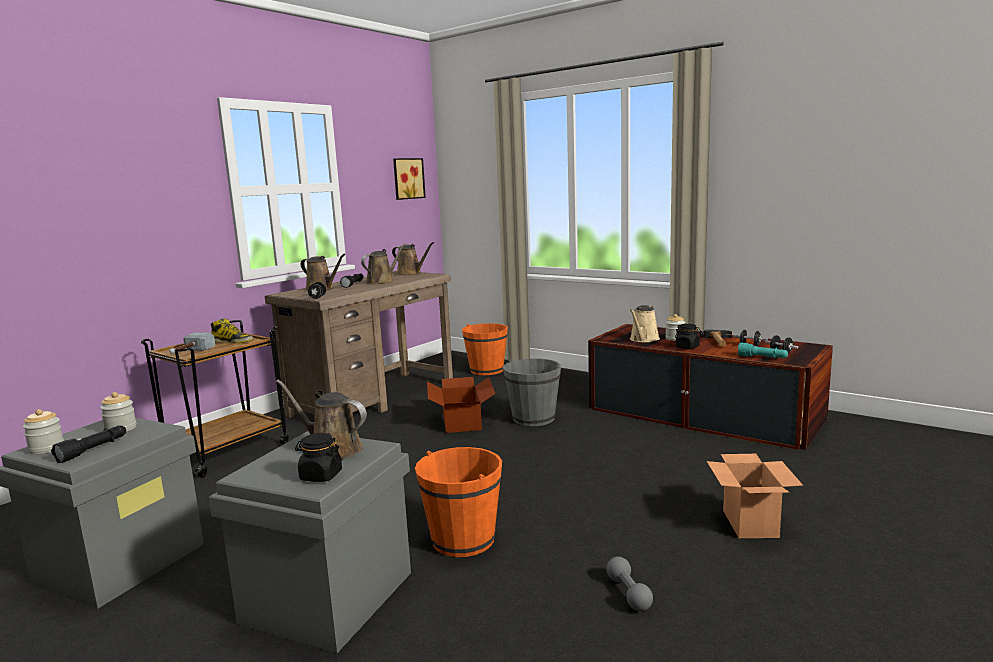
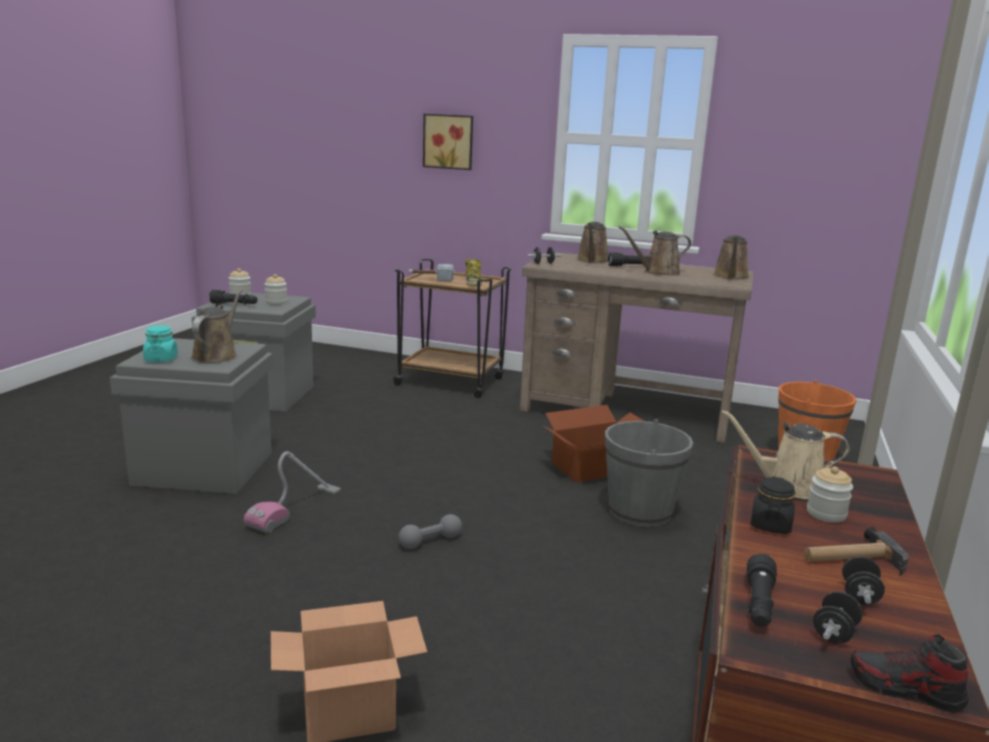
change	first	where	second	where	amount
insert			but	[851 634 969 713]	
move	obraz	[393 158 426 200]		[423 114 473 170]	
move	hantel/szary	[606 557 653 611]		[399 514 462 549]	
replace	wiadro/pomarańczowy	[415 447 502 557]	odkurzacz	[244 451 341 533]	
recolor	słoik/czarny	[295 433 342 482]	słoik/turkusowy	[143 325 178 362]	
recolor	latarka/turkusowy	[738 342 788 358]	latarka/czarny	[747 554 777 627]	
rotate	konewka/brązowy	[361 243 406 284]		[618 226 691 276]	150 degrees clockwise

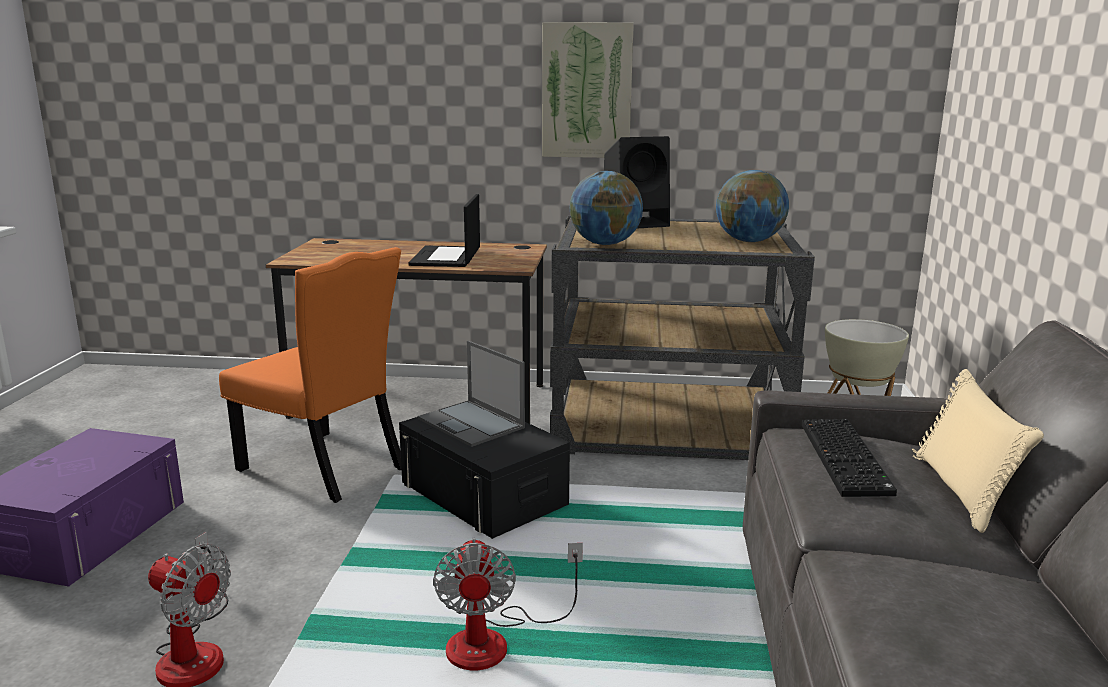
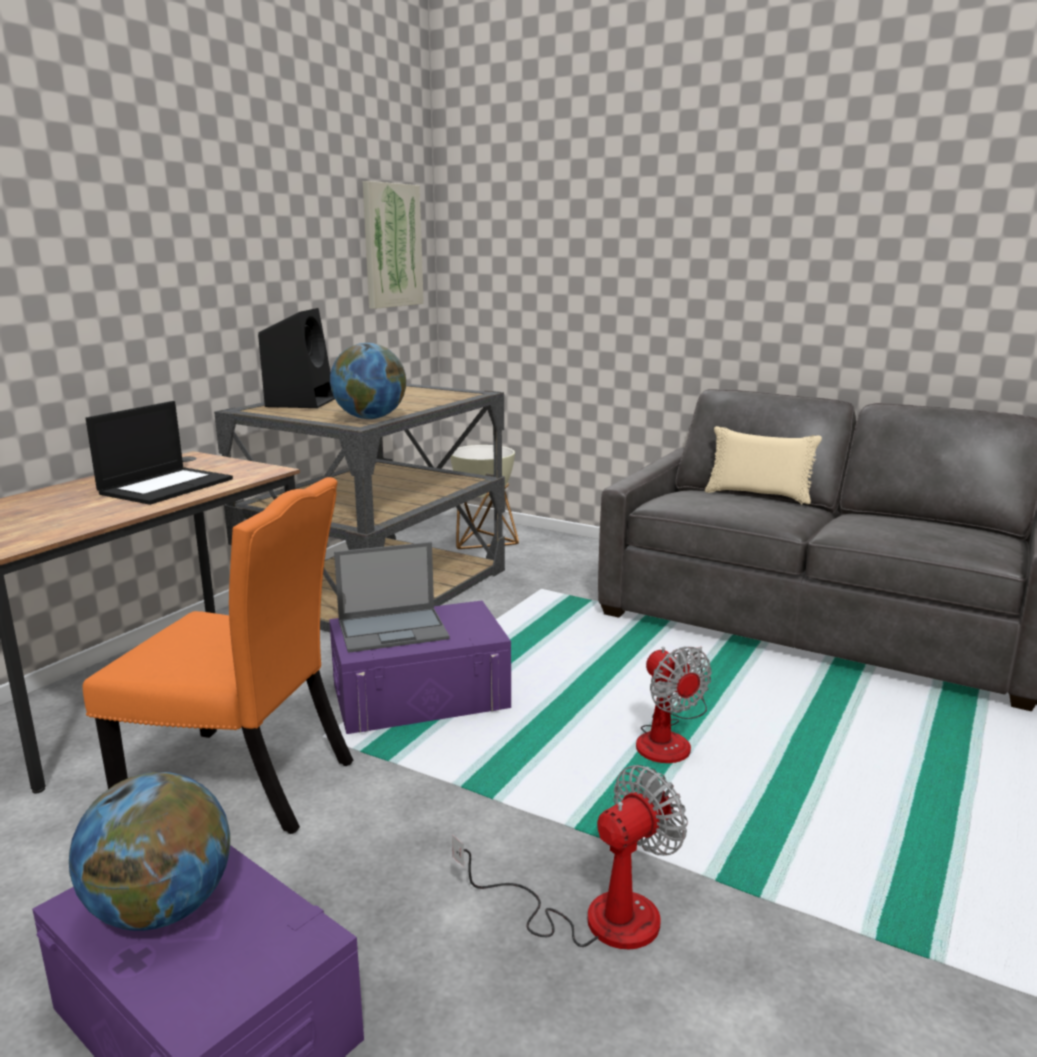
change	first	where	second	where	amount
delete	klawiatura	[802 419 897 497]			
move	obraz	[542 22 634 158]		[363 181 424 309]	
move	globus	[716 170 789 242]		[69 772 230 931]	
recolor	pojemnik do przechowywania/czarny	[399 417 570 539]	pojemnik do przechowywania/fioletowy	[329 601 511 734]	
rotate	krzesło/pomarańczowy	[219 247 402 503]		[83 477 354 834]	45 degrees clockwise
rotate	laptop	[408 194 480 267]		[85 401 233 505]	90 degrees counterclockwise
rotate	wentylator	[433 538 583 670]		[636 646 712 763]	45 degrees clockwise

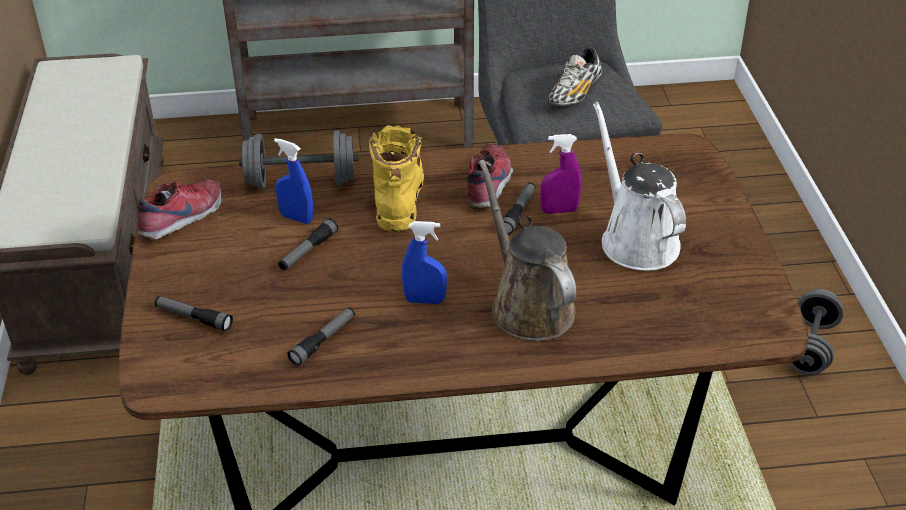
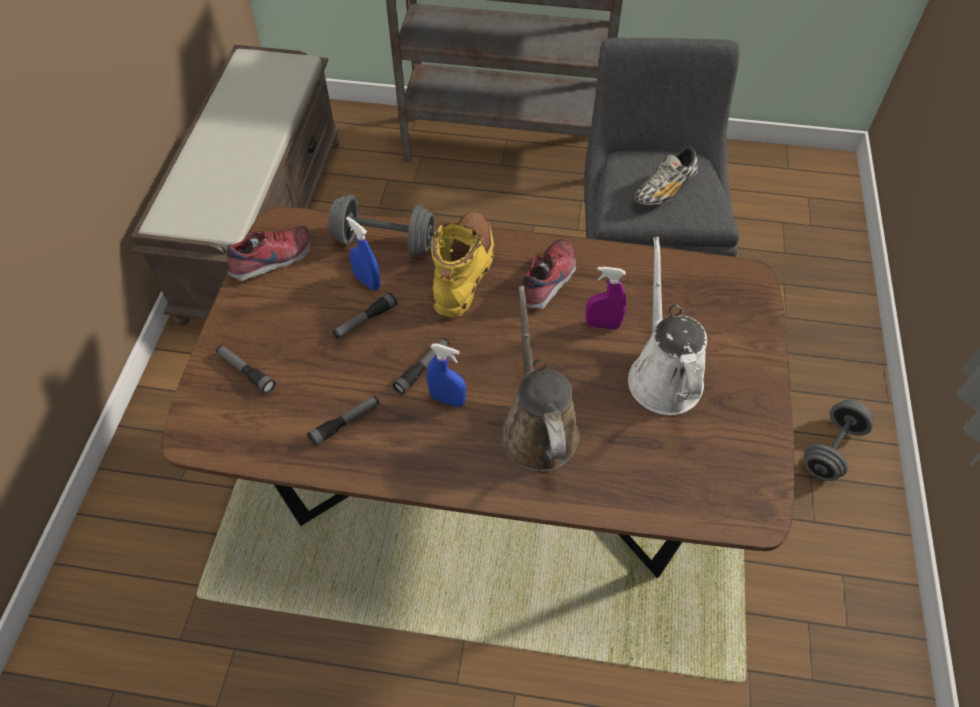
change	first	where	second	where	amount
move	latarka	[503 182 536 235]		[393 338 450 395]	

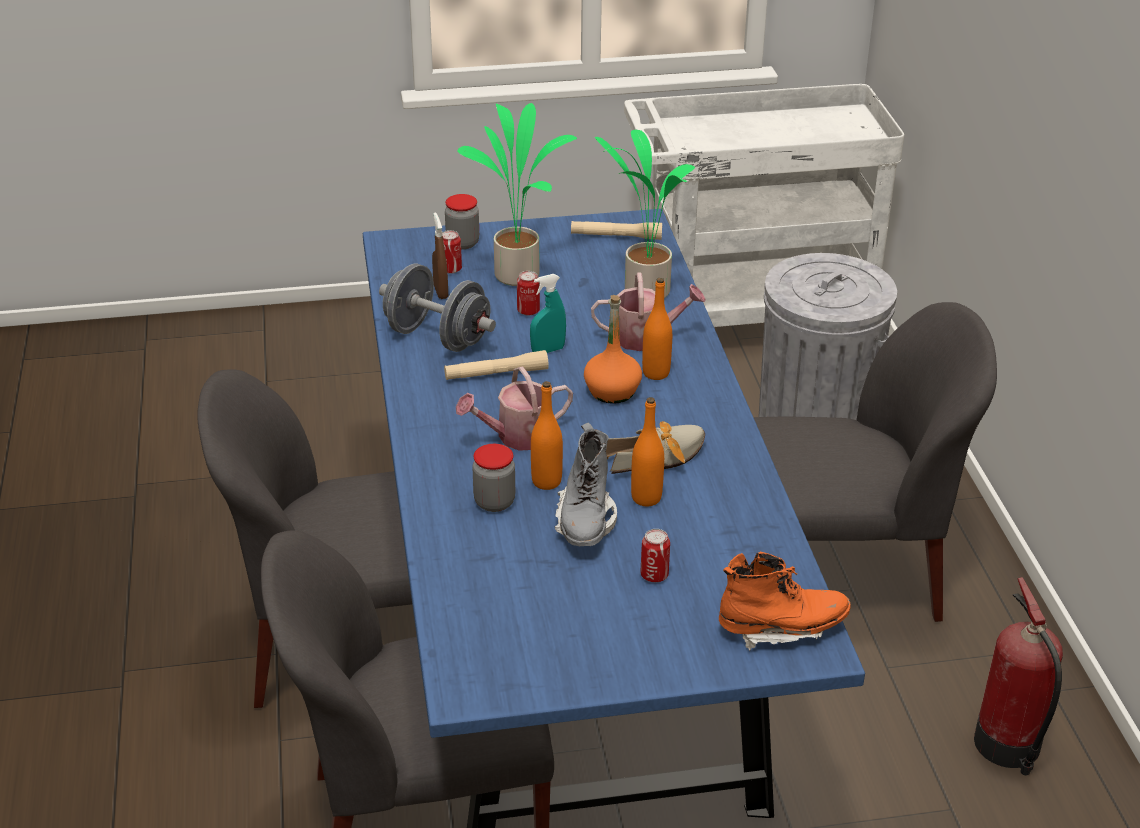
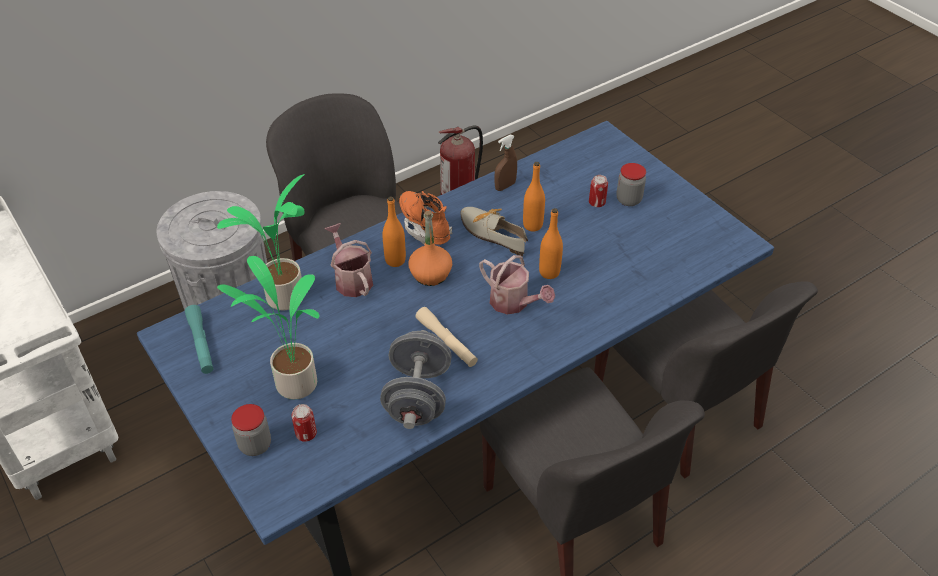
change	first	where	second	where	amount
delete	puszka	[517 271 540 316]			
delete	spryskiwacz/turkusowy	[530 274 566 353]			
delete	but z cholewką/szary	[555 423 617 546]			
move	spryskiwacz/brązowy	[432 212 448 299]		[494 135 517 191]	
move	słoik	[472 444 515 512]		[616 163 646 206]	
move	but z cholewką/pomarańczowy	[719 552 851 651]		[399 191 453 245]	
recolor	latarka/beżowy	[571 221 662 240]	latarka/turkusowy	[185 305 214 374]	

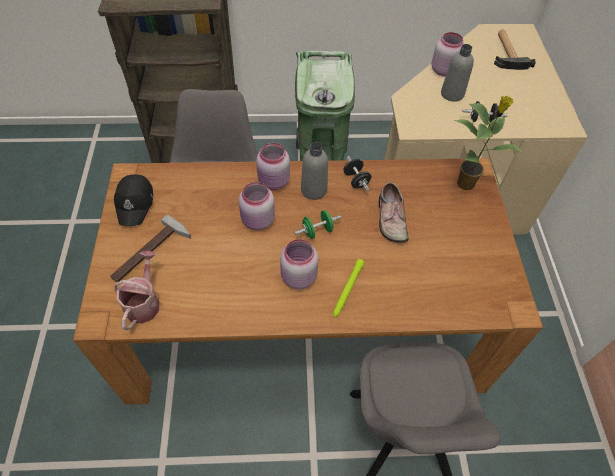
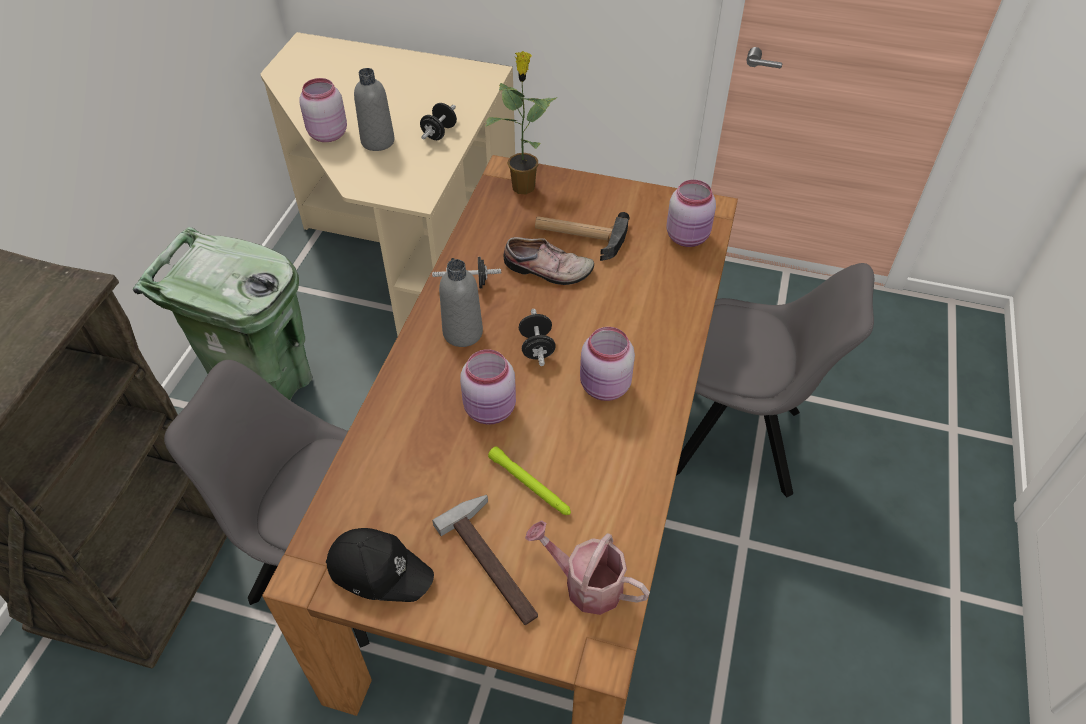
change	first	where	second	where	amount
move	słoik/różowy	[256 143 290 190]		[667 180 716 247]	
move	latarka/zielony	[333 259 365 317]		[488 447 571 515]	
move	młotek	[494 30 536 70]		[535 212 630 261]	
recolor	hantel/zielony	[294 210 341 239]	hantel/czarny	[519 309 556 366]	

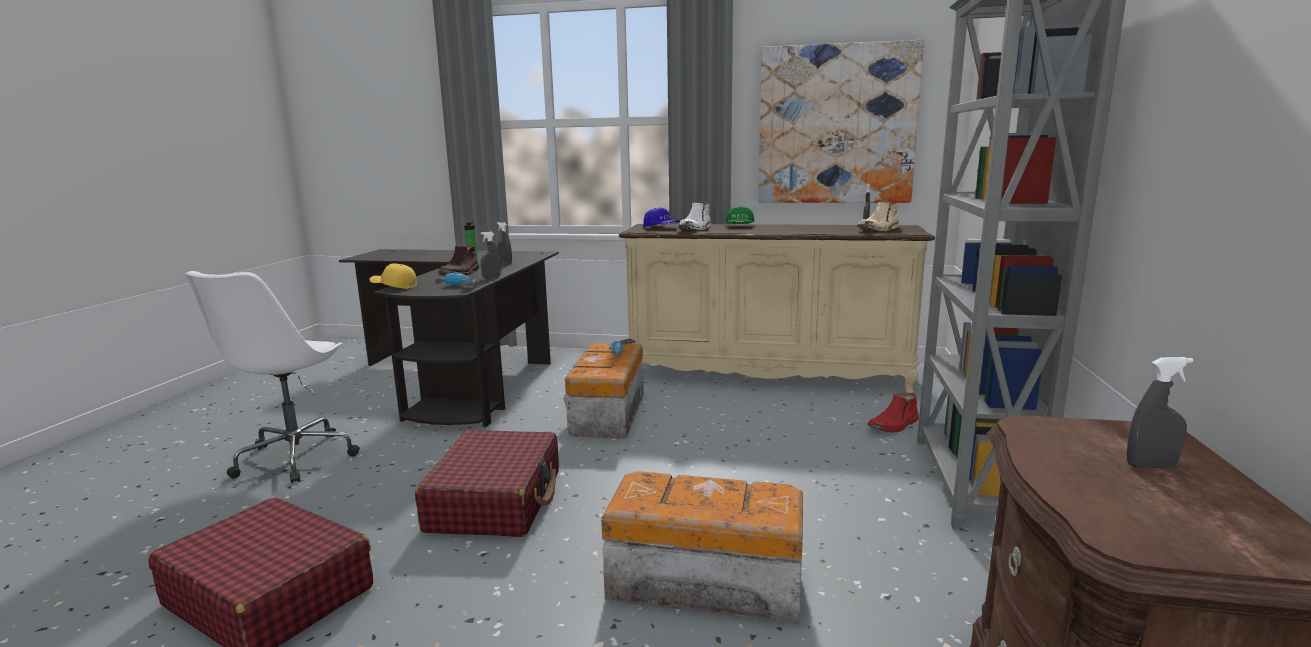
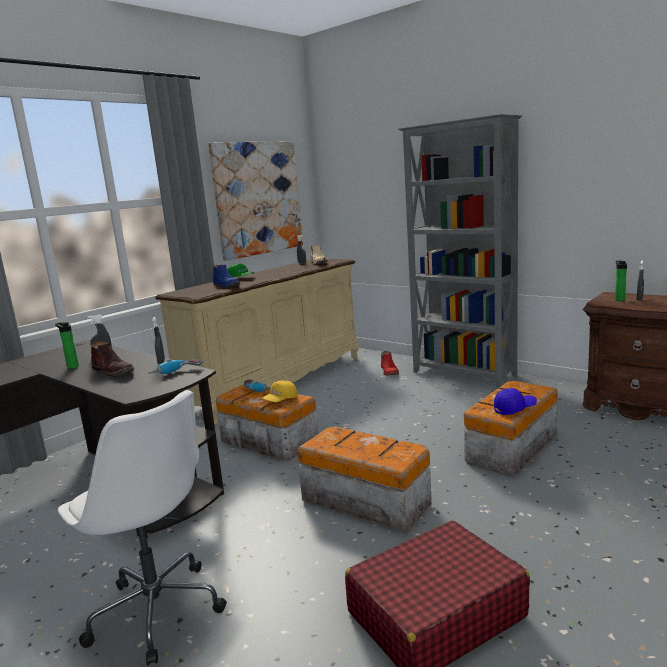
change	first	where	second	where	amount
insert			butelka	[615 261 627 301]	
move	czapka z daszkiem/żółty	[370 263 417 289]		[262 380 298 402]	
move	czapka z daszkiem/niebieski	[644 208 680 227]		[494 388 537 415]	
replace	walizka/czerwony	[415 430 559 537]	pojemnik do przechowywania	[297 427 432 533]	
recolor	but z cholewką/biały	[678 203 712 230]	but z cholewką/niebieski	[213 265 240 287]	

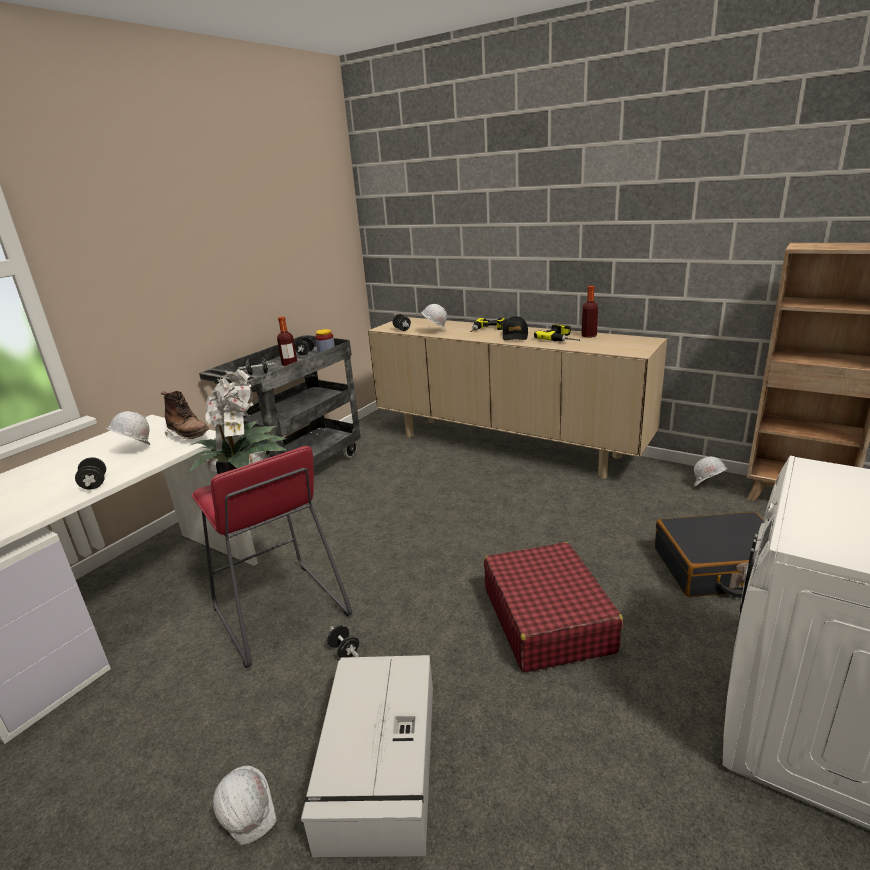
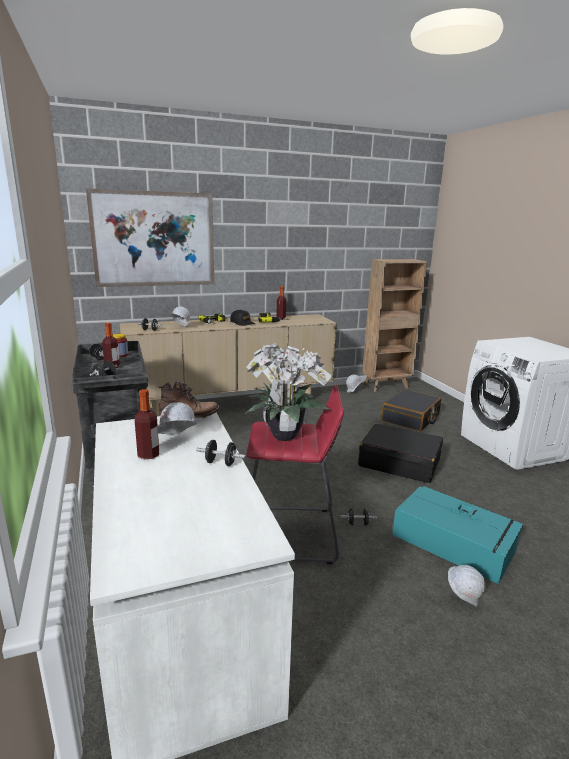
change	first	where	second	where	amount
insert			obraz	[86 188 214 287]	
insert			butelka	[135 389 159 459]	
recolor	pojemnik do przechowywania/szary	[301 655 433 857]	pojemnik do przechowywania/turkusowy	[392 486 524 584]	
recolor	walizka/czerwony	[484 542 623 672]	walizka/czarny	[358 424 443 483]	

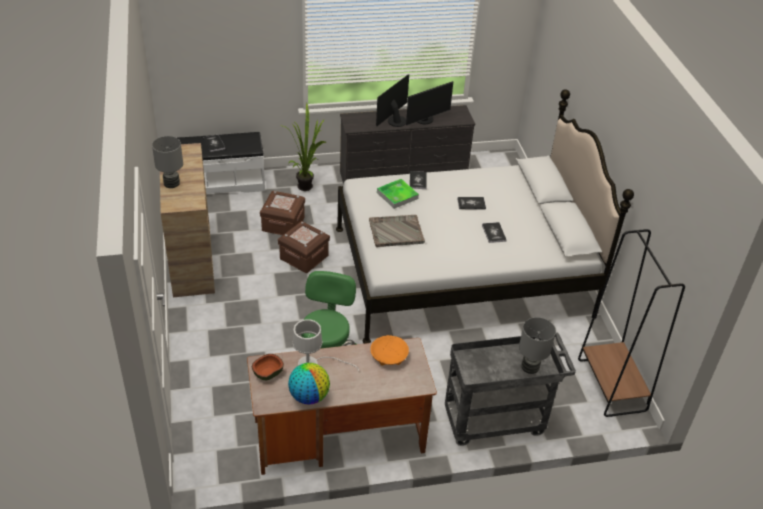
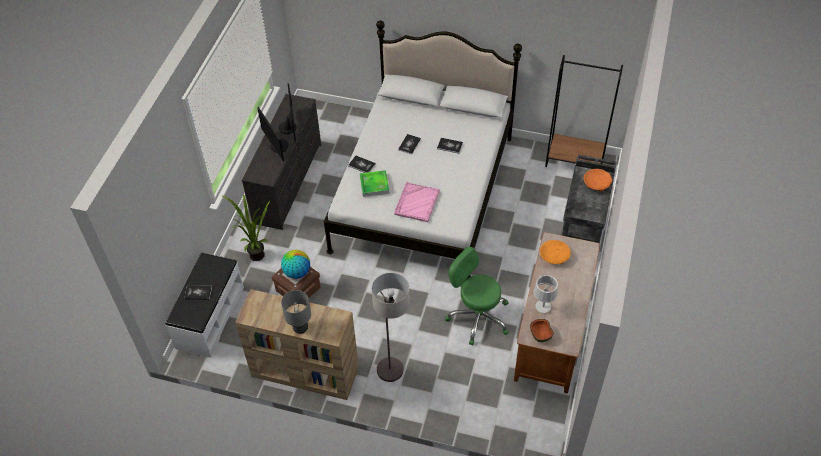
change	first	where	second	where	amount
delete	pojemnik do przechowywania/brązowy	[278 221 330 273]			
insert			lampa stojąca/szary	[372 273 410 382]	
move	globus	[288 363 330 405]		[281 250 310 279]	
replace	lampa stołowa/szary	[519 317 556 374]	miska/pomarańczowy	[584 169 612 192]	
recolor	taca/szary	[369 215 425 247]	taca/różowy	[394 182 440 222]	

